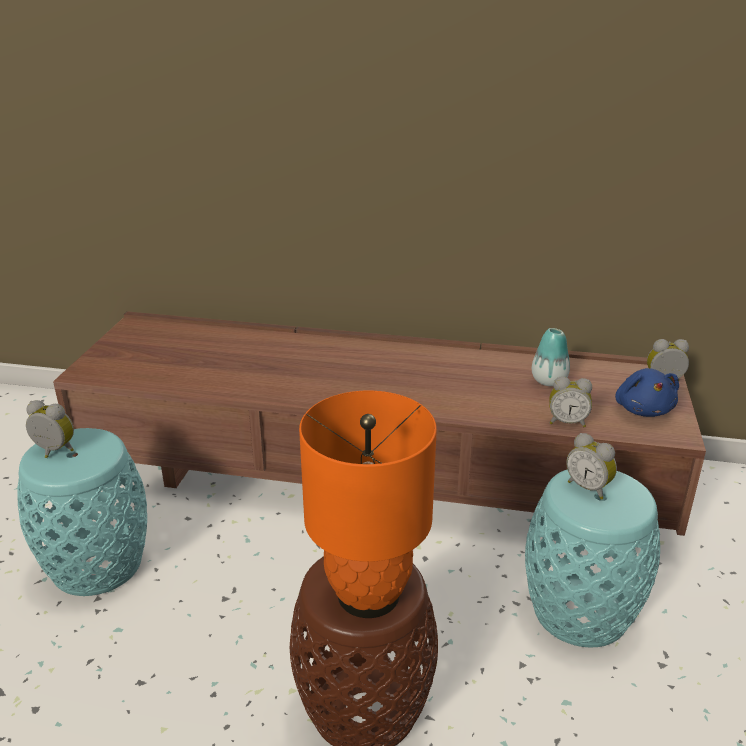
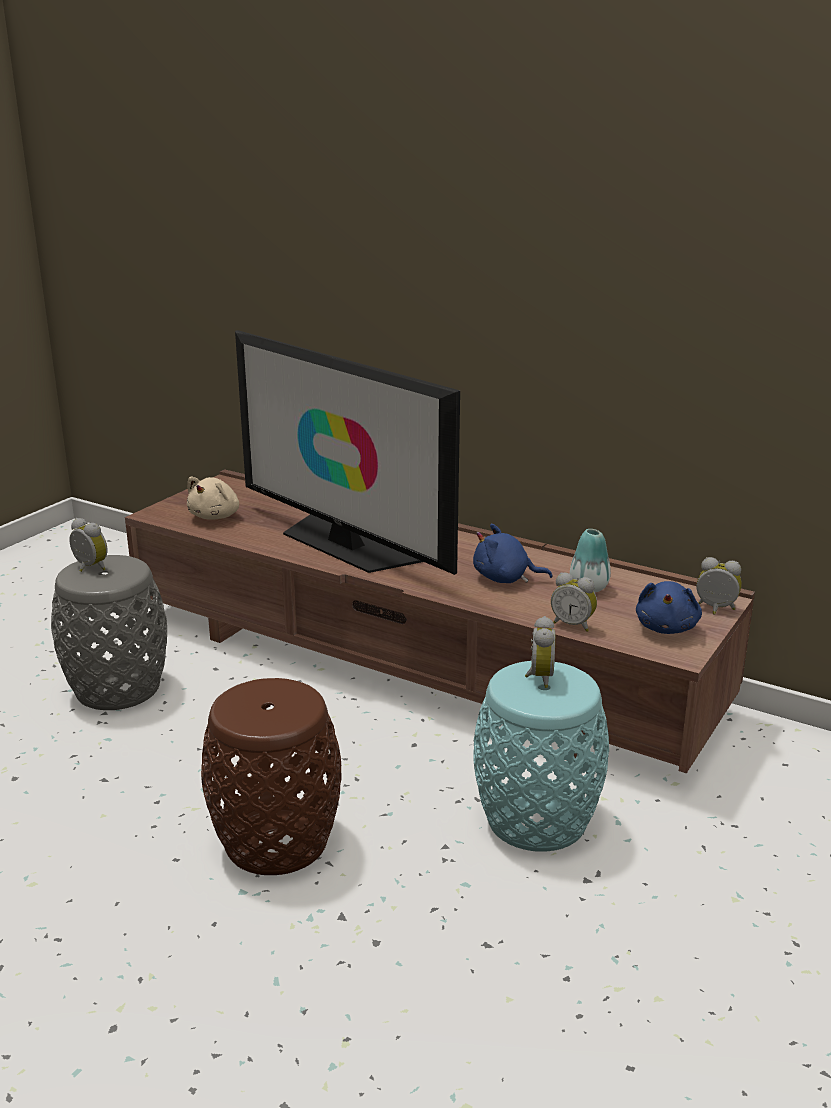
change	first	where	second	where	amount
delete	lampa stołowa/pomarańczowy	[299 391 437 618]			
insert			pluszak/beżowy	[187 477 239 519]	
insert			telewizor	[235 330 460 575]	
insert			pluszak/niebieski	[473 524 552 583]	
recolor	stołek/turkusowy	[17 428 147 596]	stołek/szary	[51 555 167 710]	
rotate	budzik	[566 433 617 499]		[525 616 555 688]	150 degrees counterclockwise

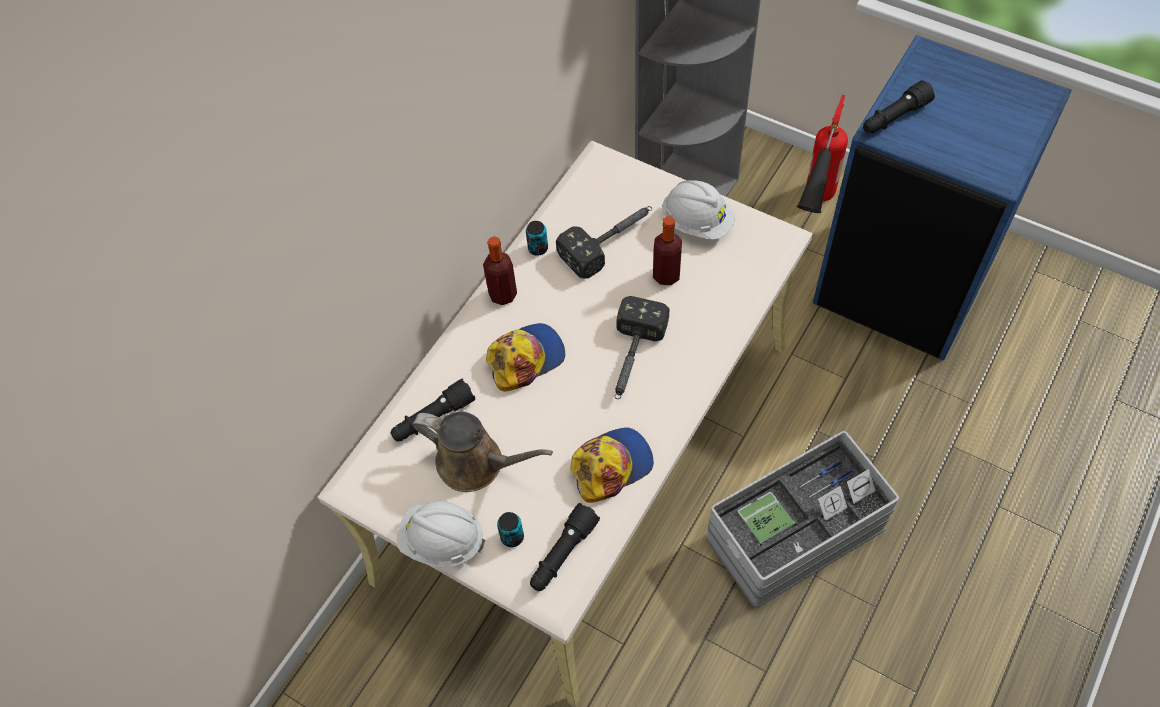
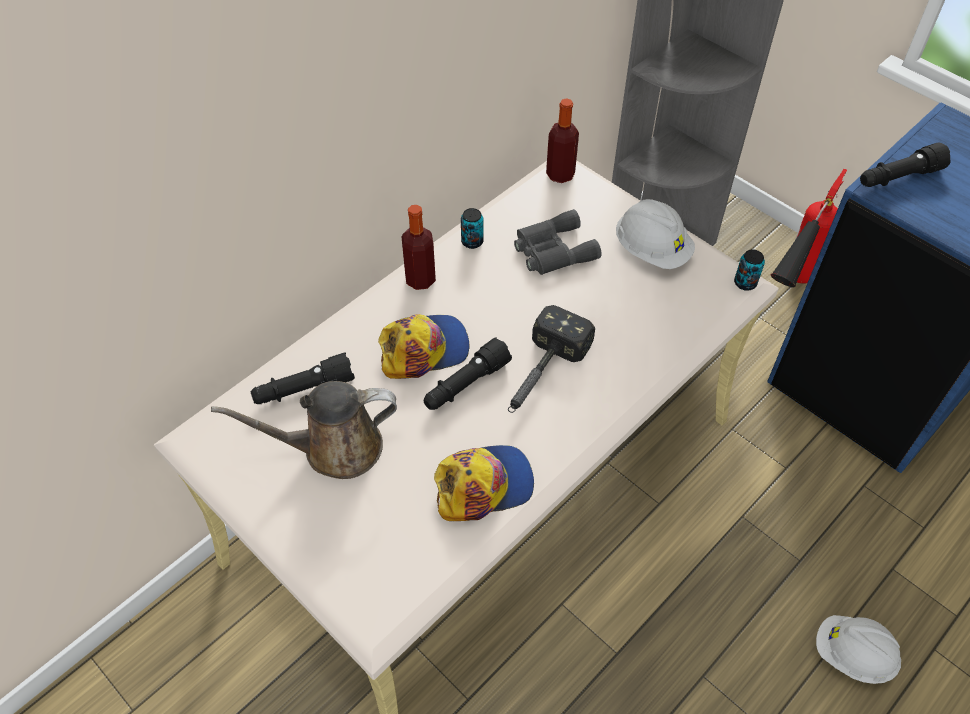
change	first	where	second	where	amount
delete	pojemnik do przechowywania/szary	[706 431 899 607]			
move	kask/biały	[396 501 485 567]		[816 615 901 684]	
move	puszka	[497 512 524 547]		[734 249 765 291]	
move	latarka/czarny	[530 503 600 591]		[424 338 512 410]	
move	butelka	[653 216 682 286]		[546 98 579 183]	
replace	młotek	[556 206 652 279]	lornetka/szary	[514 209 602 275]	
rotate	konewka/brązowy	[412 412 553 492]		[211 381 397 479]	135 degrees clockwise

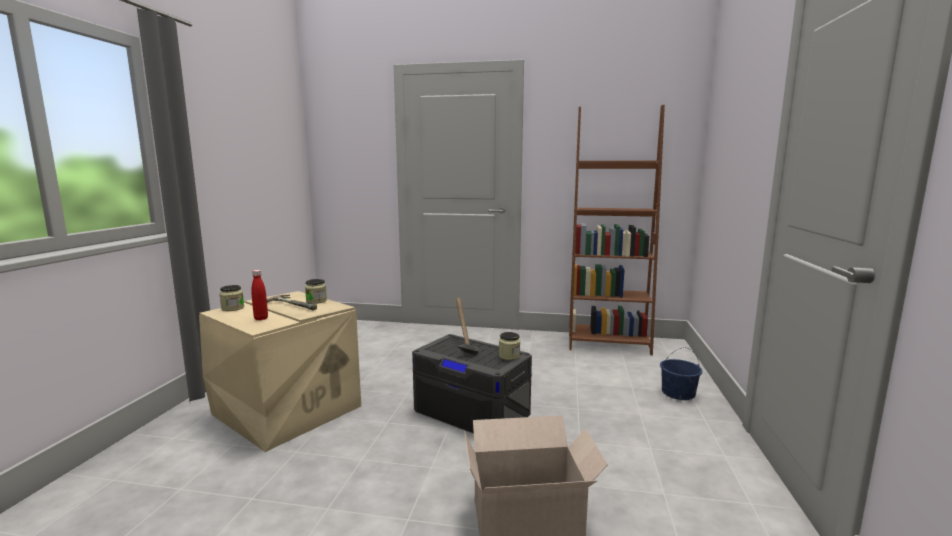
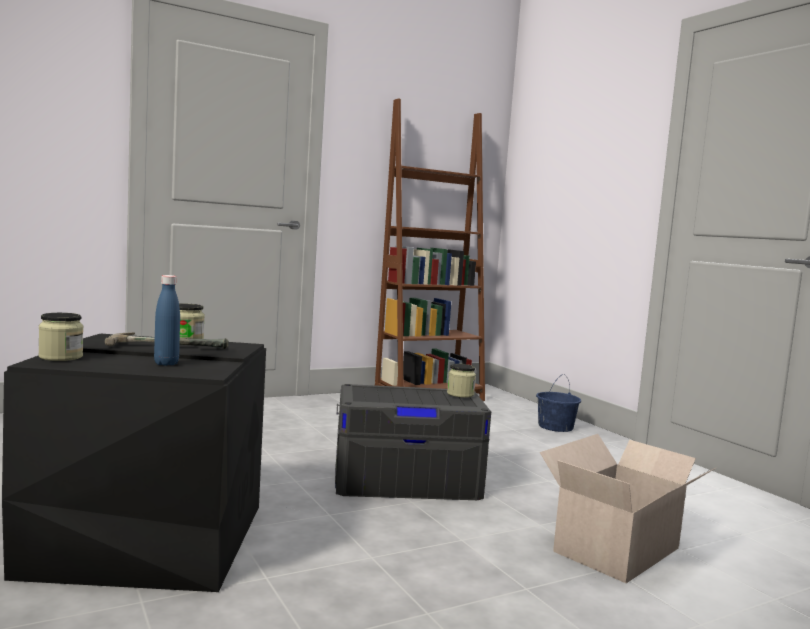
change	first	where	second	where	amount
delete	młotek	[456 298 479 355]			
recolor	pojemnik do przechowywania/beżowy	[199 291 361 452]	pojemnik do przechowywania/czarny	[2 334 266 592]	
recolor	butelka/czerwony	[251 270 268 320]	butelka/niebieski	[154 275 180 366]	

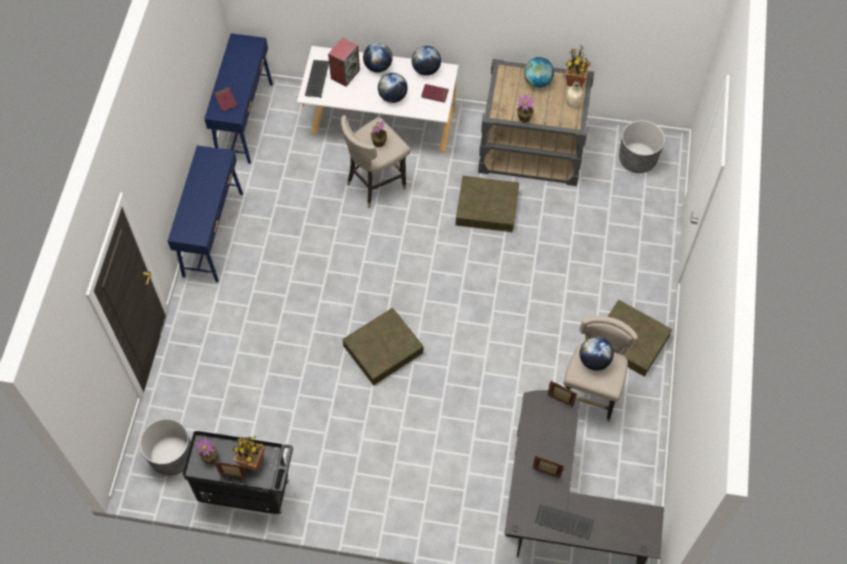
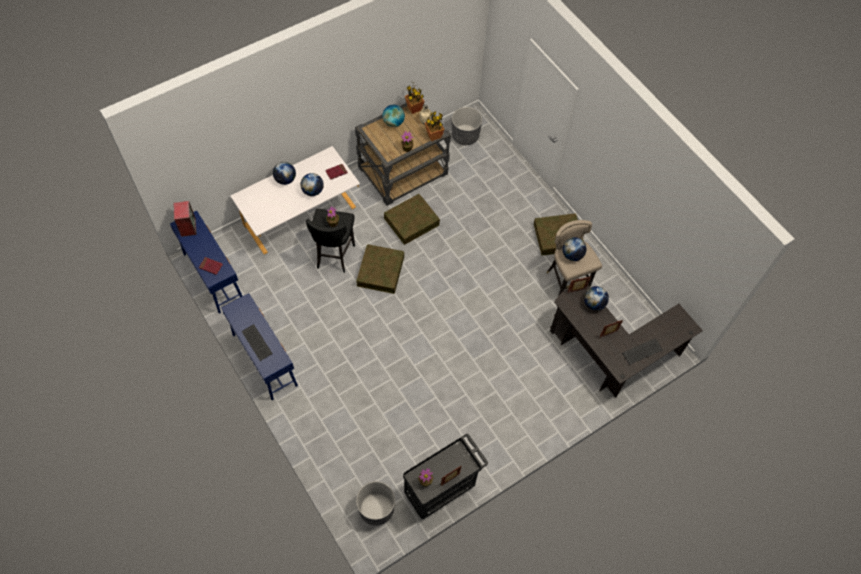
change	first	where	second	where	amount
move	roślina doniczkowa	[232 436 265 472]		[425 111 445 141]	
move	klawiatura	[305 60 329 98]		[242 324 273 361]	
move	głośnik	[328 37 360 87]		[173 201 197 237]	
move	pojemnik do przechowywania/brązowy	[342 308 424 386]		[356 244 404 294]	
move	globus	[412 46 441 76]		[584 286 609 311]	
recolor	stołek/beżowy	[341 115 411 208]	stołek/czarny	[306 209 355 273]	

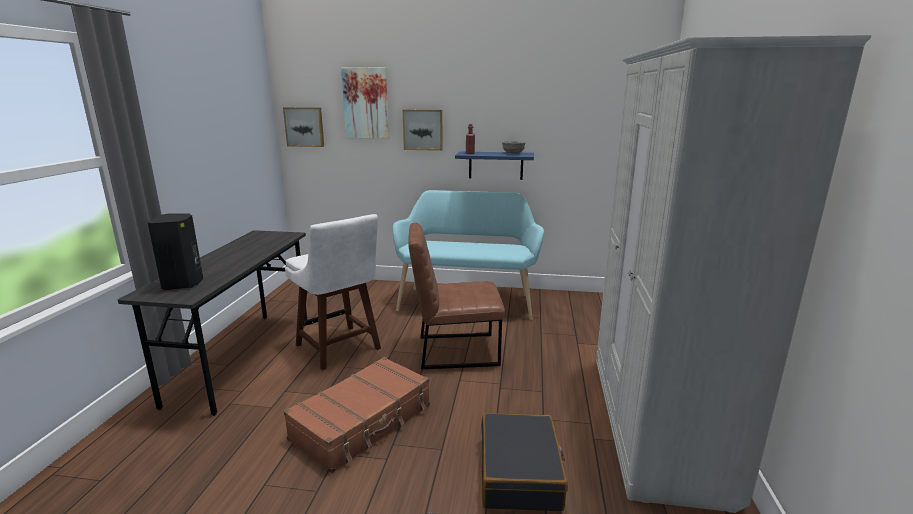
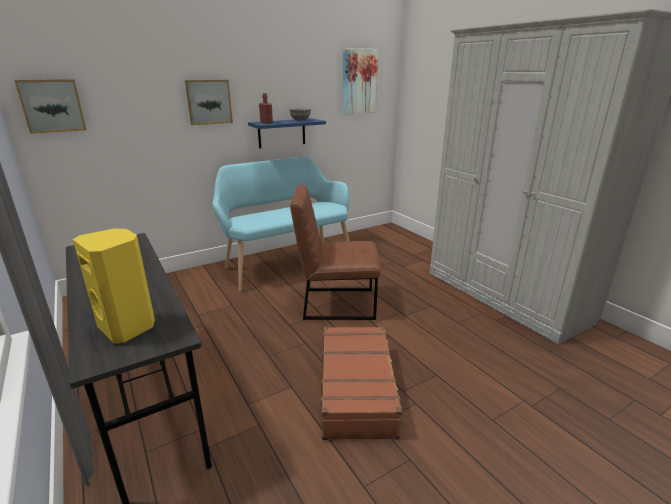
change	first	where	second	where	amount
delete	stołek/biały	[285 214 381 370]			
delete	walizka/czarny	[481 413 568 512]			
move	obraz	[341 67 389 139]		[343 48 378 115]	
recolor	głośnik/czarny	[148 214 203 290]	głośnik/żółty	[73 228 155 343]	
rotate	krzesło/brązowy	[408 222 505 369]		[290 185 380 320]	45 degrees clockwise

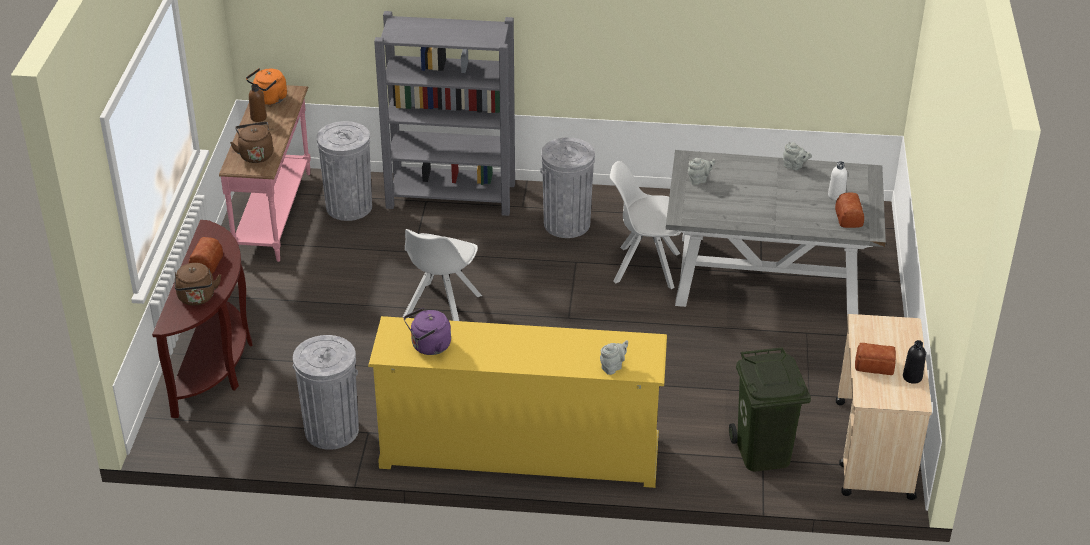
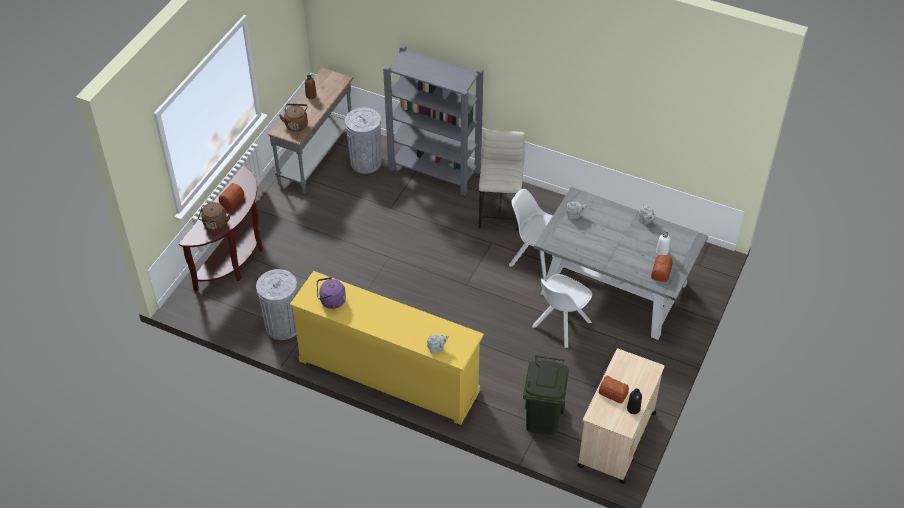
change	first	where	second	where	amount
delete	czajnik/pomarańczowy	[246 68 287 105]			
move	krzesło/biały	[403 229 482 321]		[532 274 592 348]	
replace	kosz na śmieci/szary	[540 138 595 238]	stołek/beżowy	[479 130 525 231]	
recolor	stolik konsolowy/różowy	[219 85 311 262]	stolik konsolowy/szary	[268 68 354 193]	

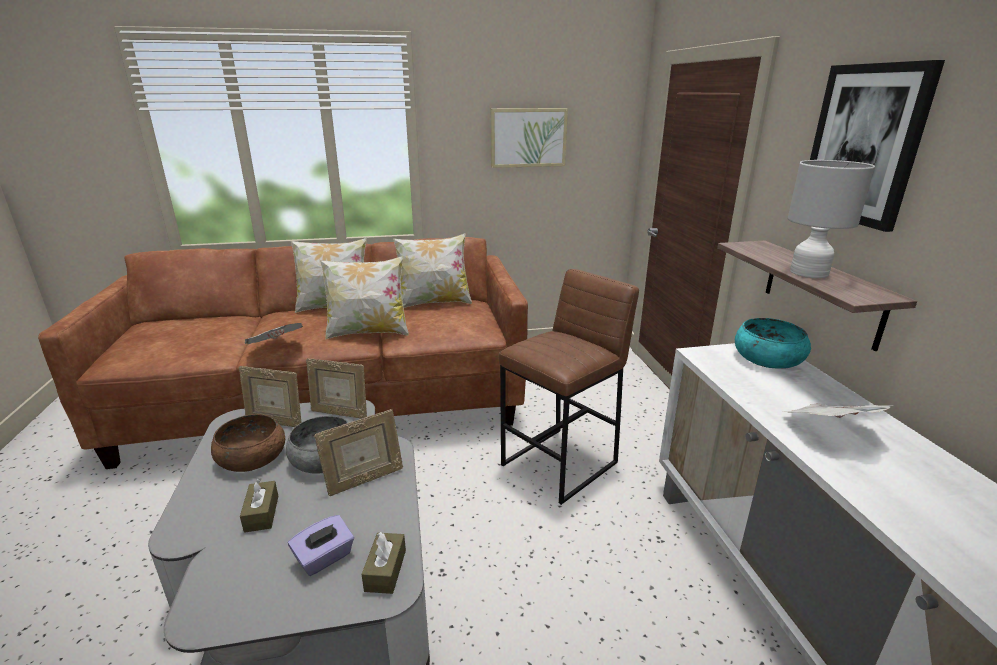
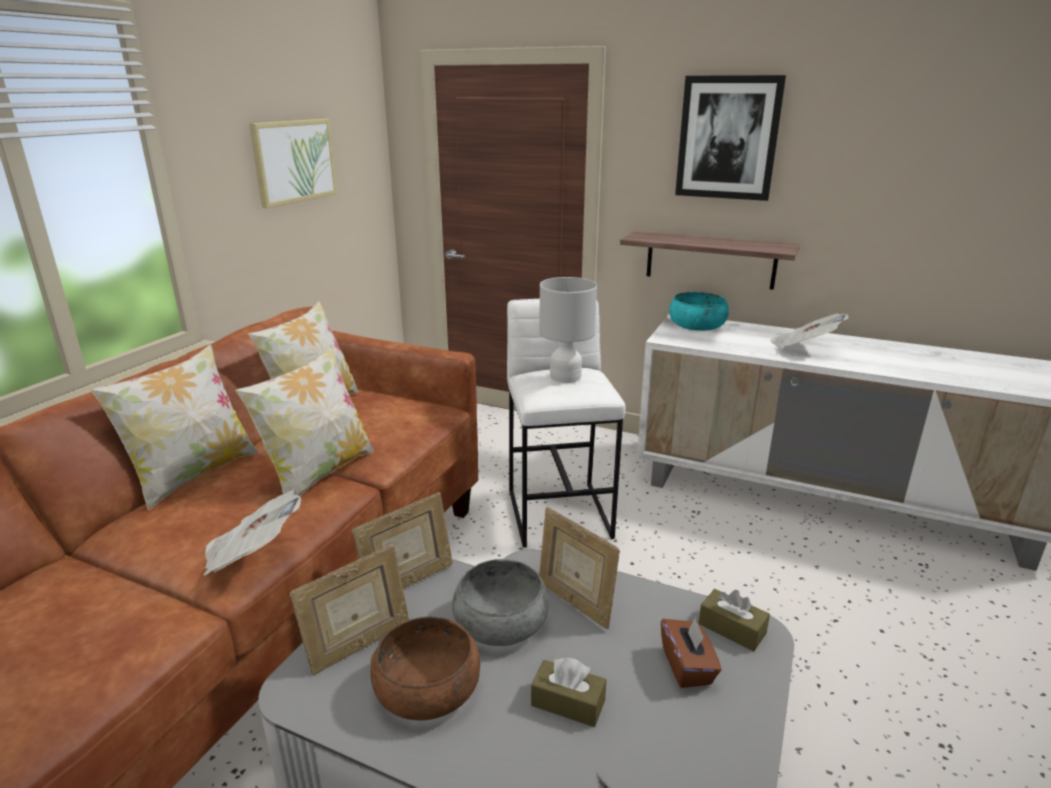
change	first	where	second	where	amount
move	lampa stołowa/szary	[788 160 875 278]		[539 277 597 383]	
recolor	pudełko chusteczek/fioletowy	[288 515 354 576]	pudełko chusteczek/brązowy	[661 617 721 688]	
recolor	stołek/brązowy	[499 269 639 505]	stołek/biały	[507 299 626 548]	
rotate	ramka na zdjęcie	[314 409 403 496]		[539 507 620 629]	135 degrees clockwise

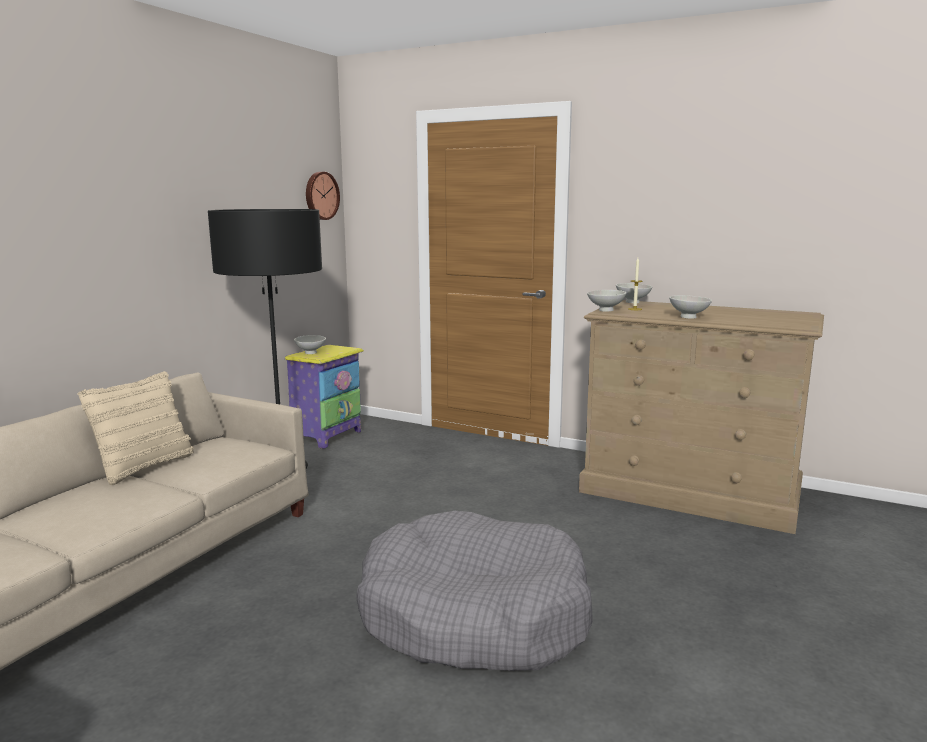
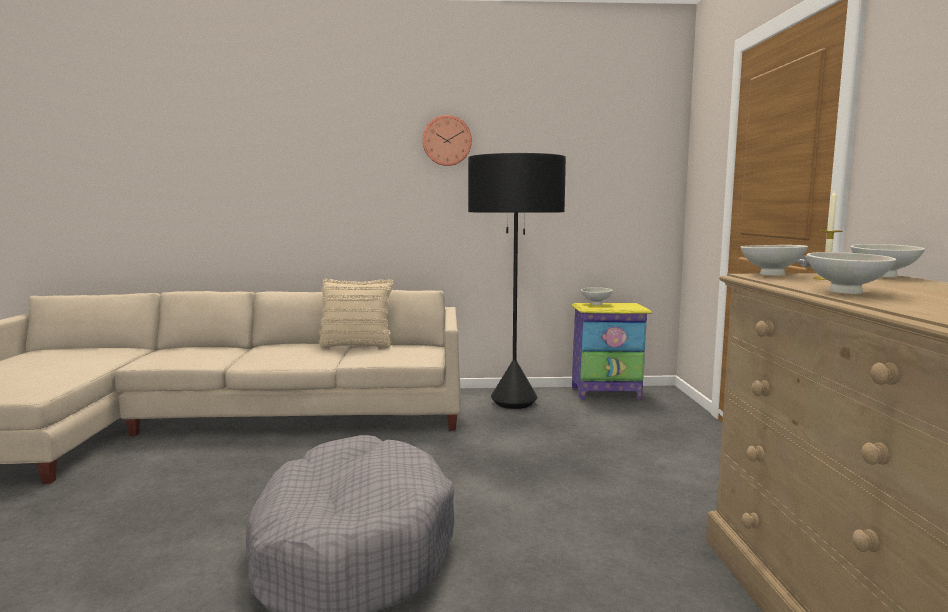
change	first	where	second	where	amount
move	zegar ścienny	[306 172 340 220]		[423 115 472 166]	

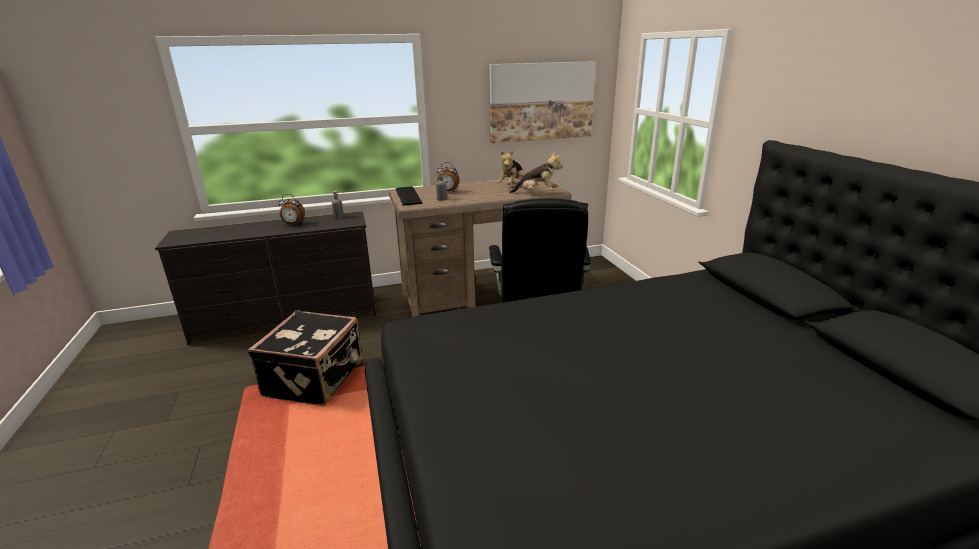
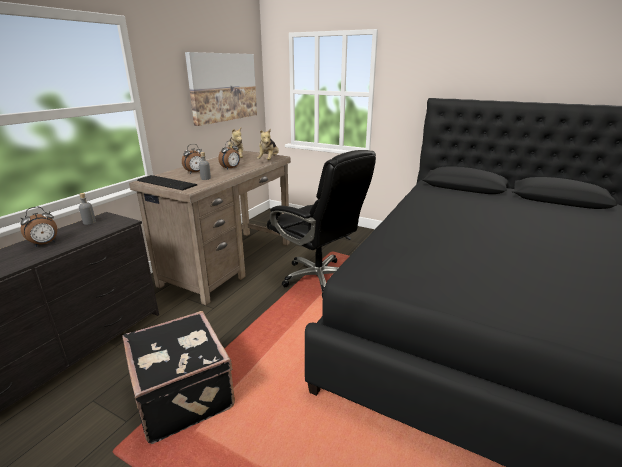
change	first	where	second	where	amount
insert			budzik	[218 141 240 170]	
rotate	pluszak	[509 152 563 193]		[257 129 279 160]	135 degrees clockwise

